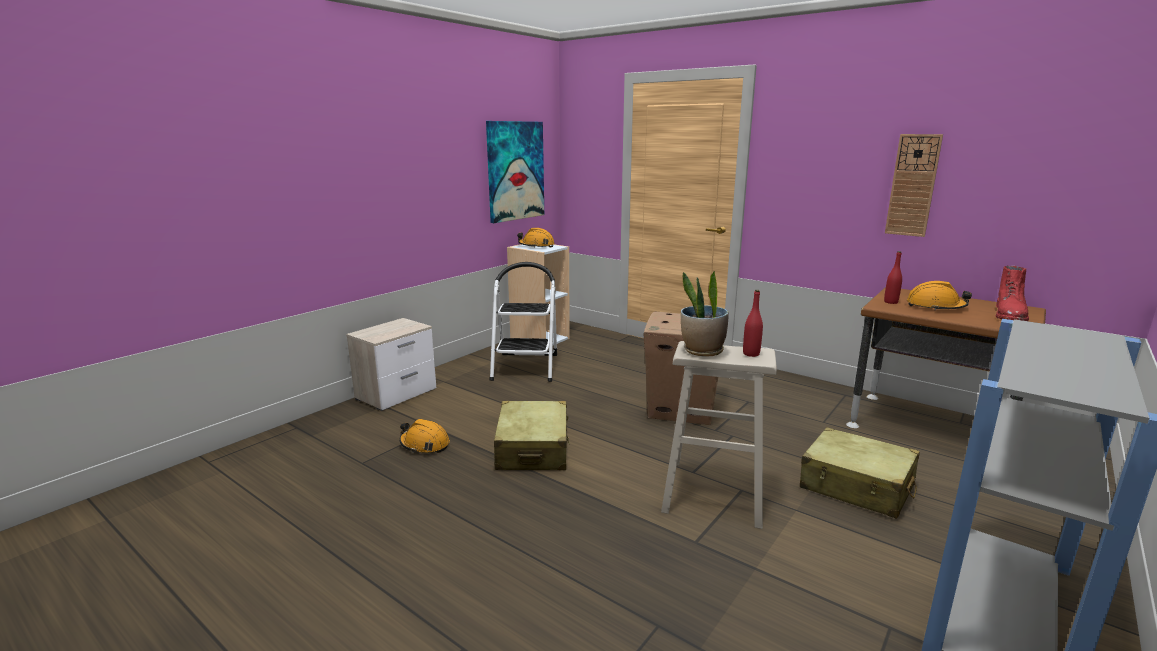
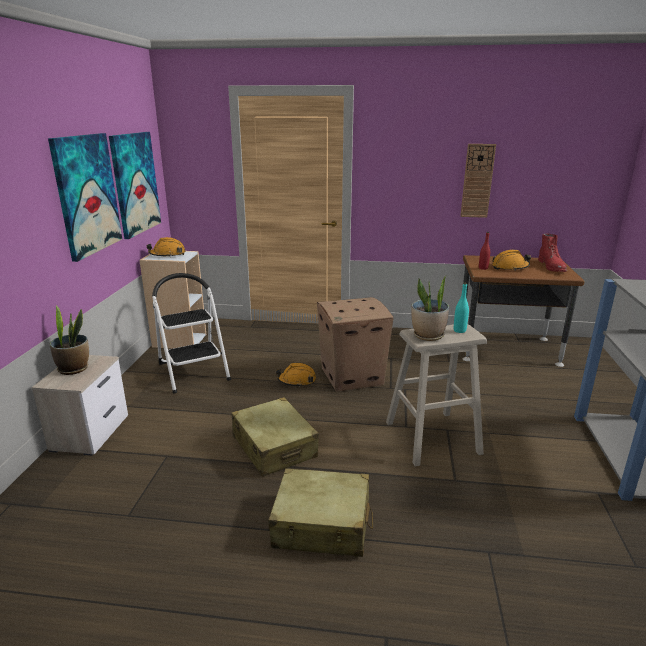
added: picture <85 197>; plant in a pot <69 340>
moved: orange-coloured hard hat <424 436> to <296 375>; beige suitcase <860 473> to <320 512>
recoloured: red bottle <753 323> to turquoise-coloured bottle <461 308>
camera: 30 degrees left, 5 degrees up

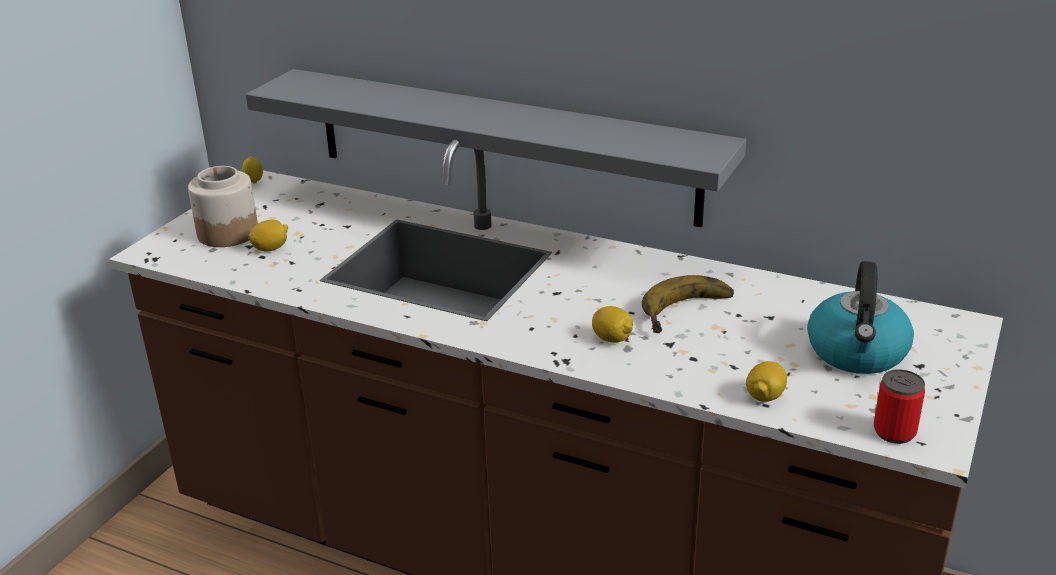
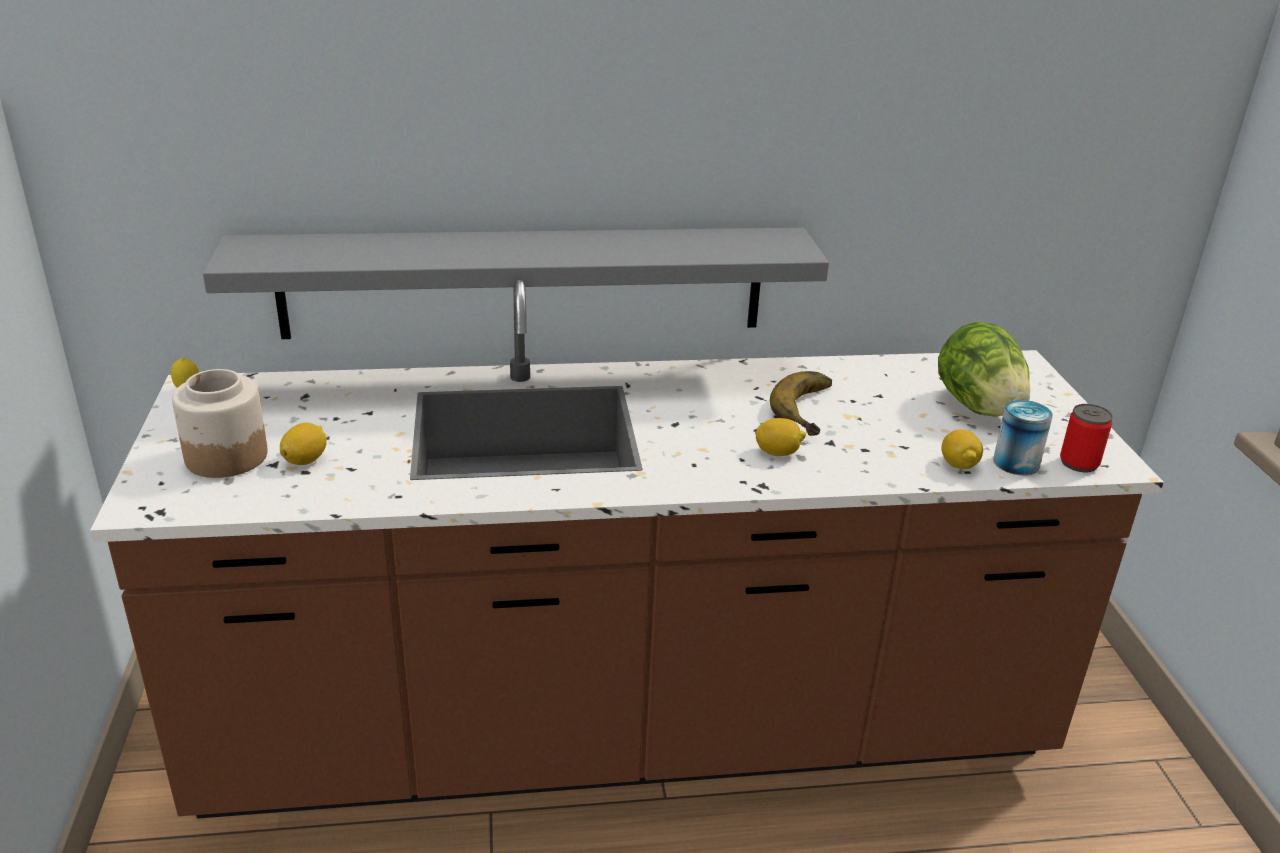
added: metal can <1023 437>
replaced: tea kettle <860 317> to lettuce <984 369>
camera: 35 degrees left, 0 degrees up

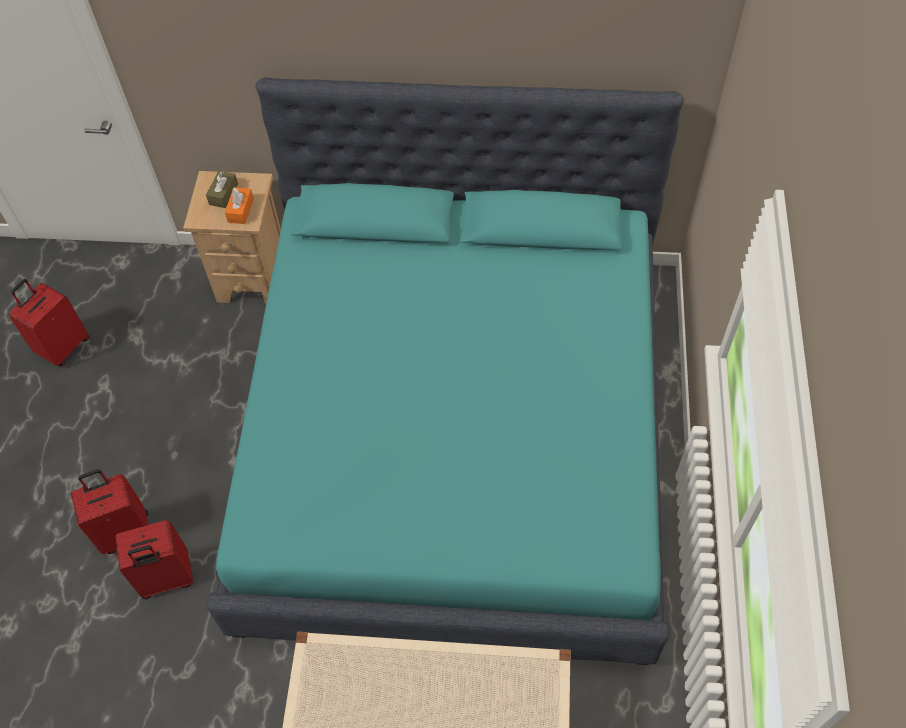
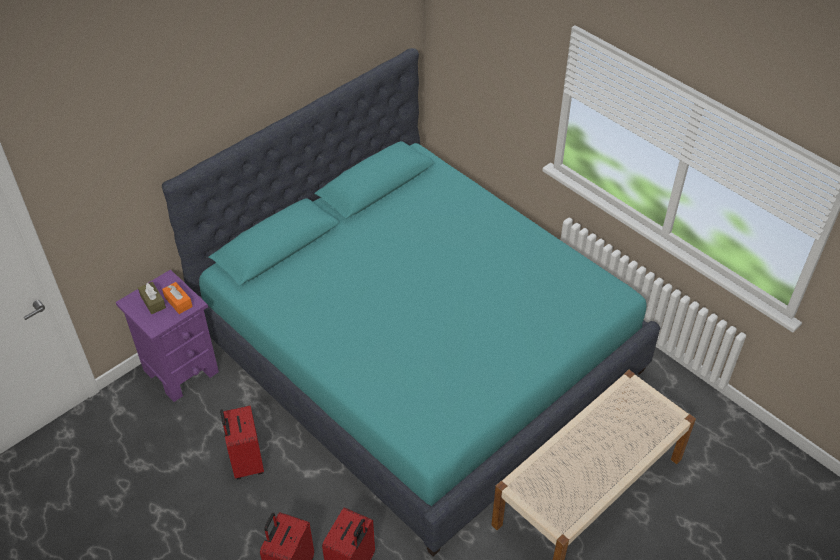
moved: red suitcase <49 322> to <242 442>
recoloured: beige nightstand <232 237> to purple-coloured nightstand <167 335>
camera: 50 degrees left, 10 degrees down

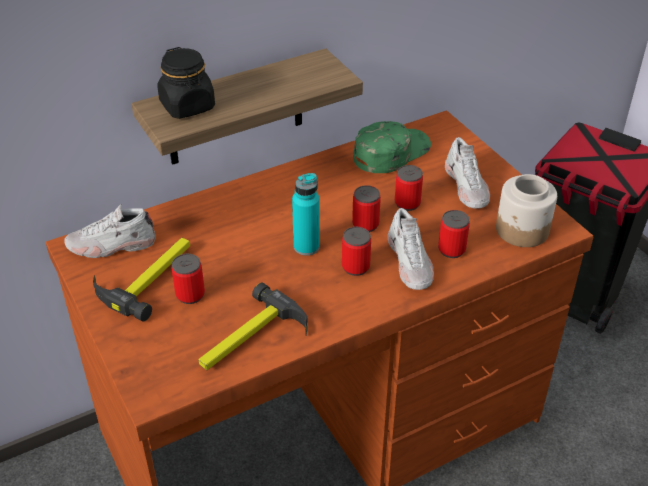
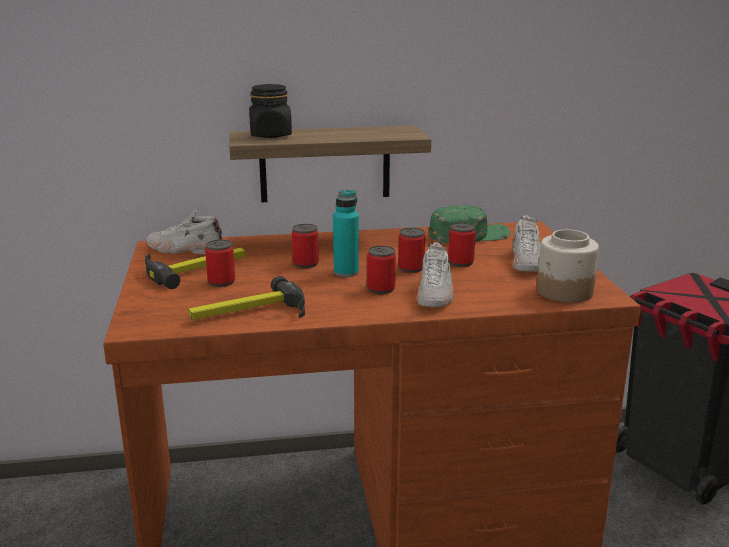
moved: metal can <454 234> to <305 246>
camera: 20 degrees right, 20 degrees down

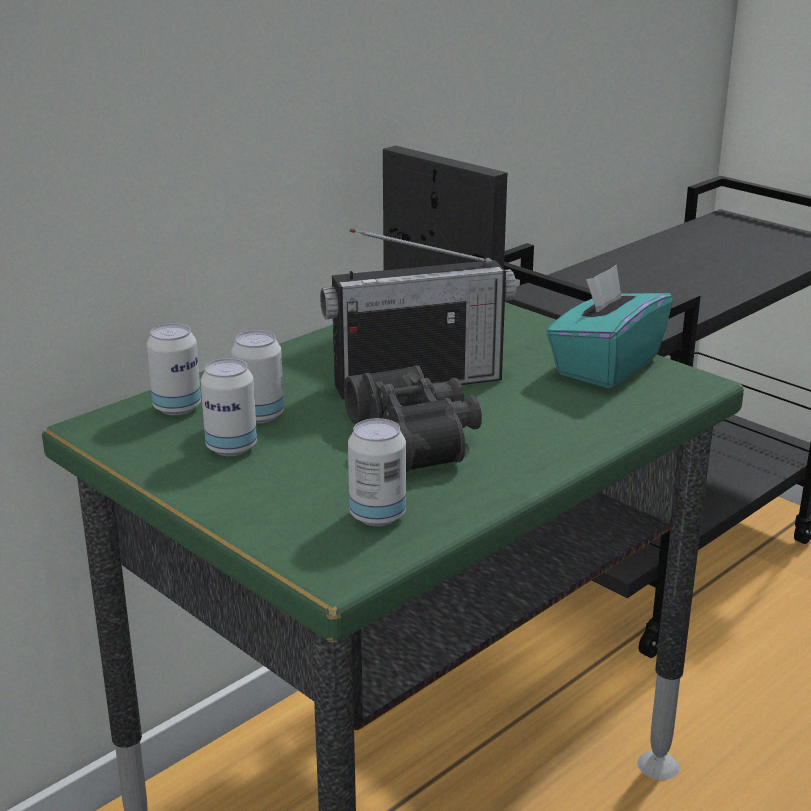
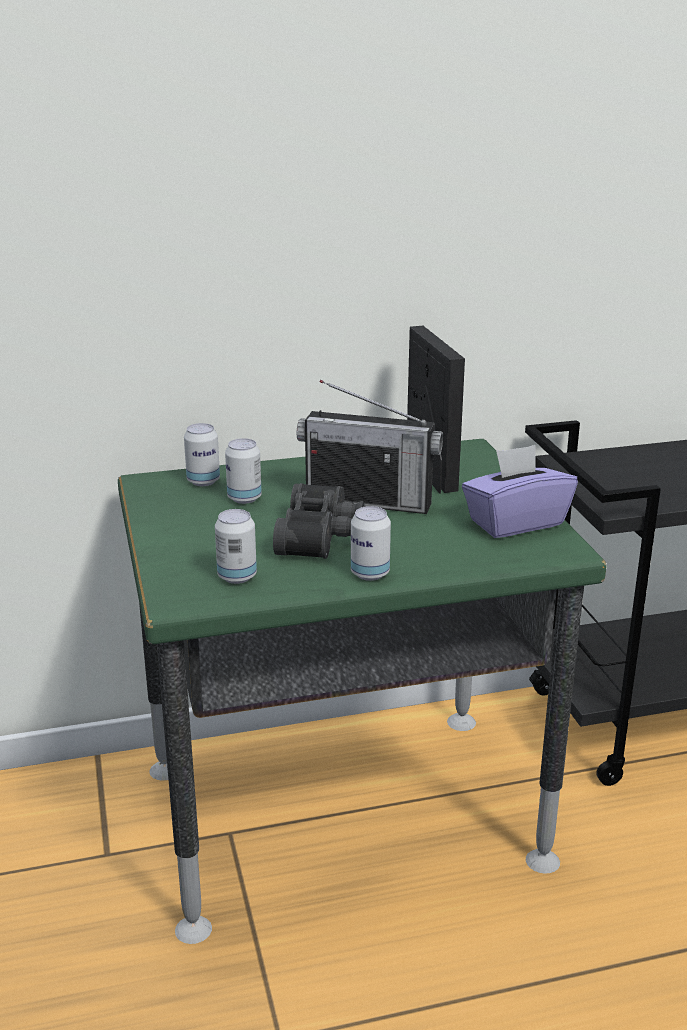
moved: metal can <228 407> to <371 543>
recoloured: turquoise-coloured tissue holder <609 326> to purple-coloured tissue holder <520 491>
camera: 30 degrees right, 0 degrees up

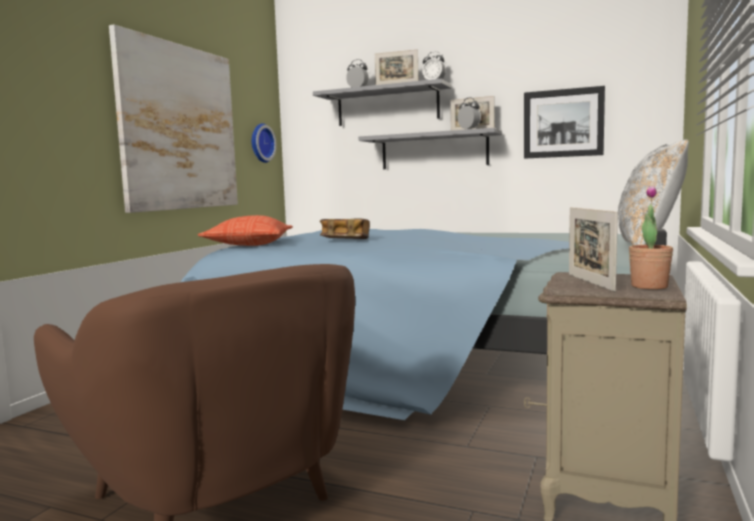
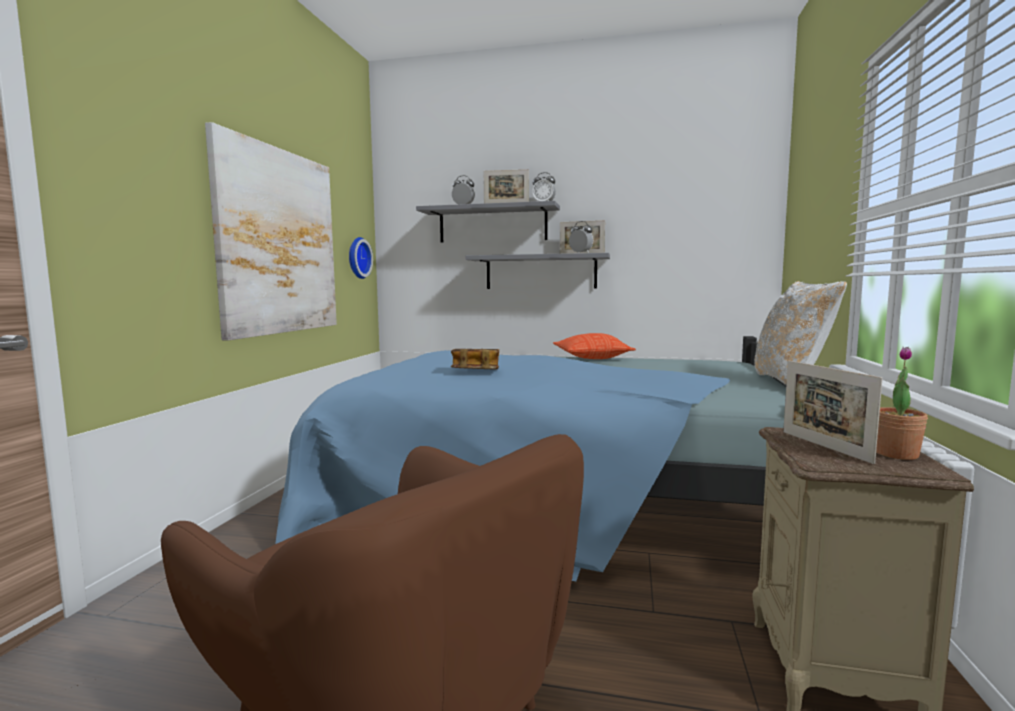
removed: picture <564 122>
moved: orange-coloured pillow <245 230> to <594 346>
camera: 10 degrees left, 0 degrees up

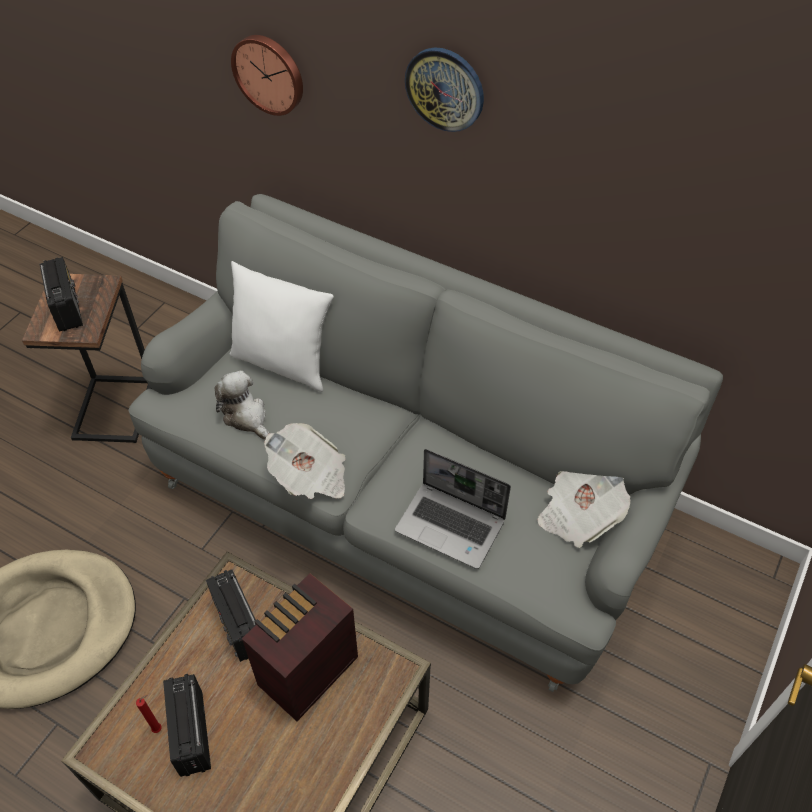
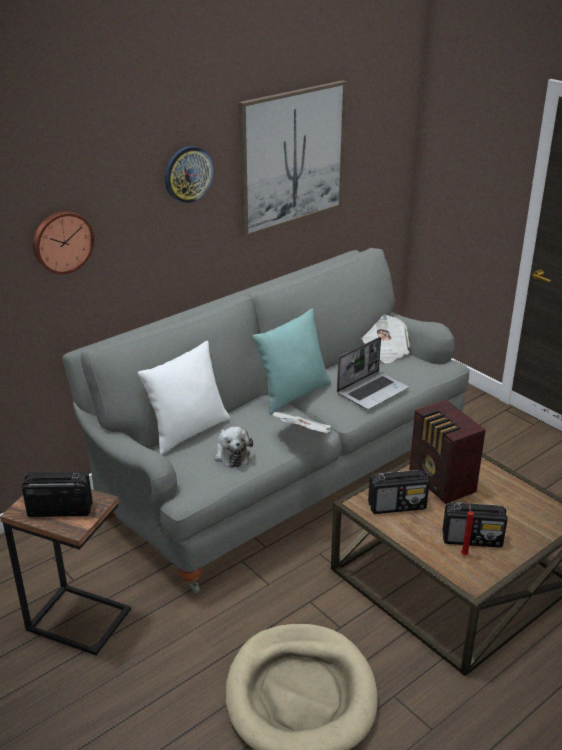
added: picture <293 158>; turquoise-coloured pillow <291 361>
turned: soft toy <242 405> = <233 447> 90 degrees counterclockwise
camera: 70 degrees left, 20 degrees down

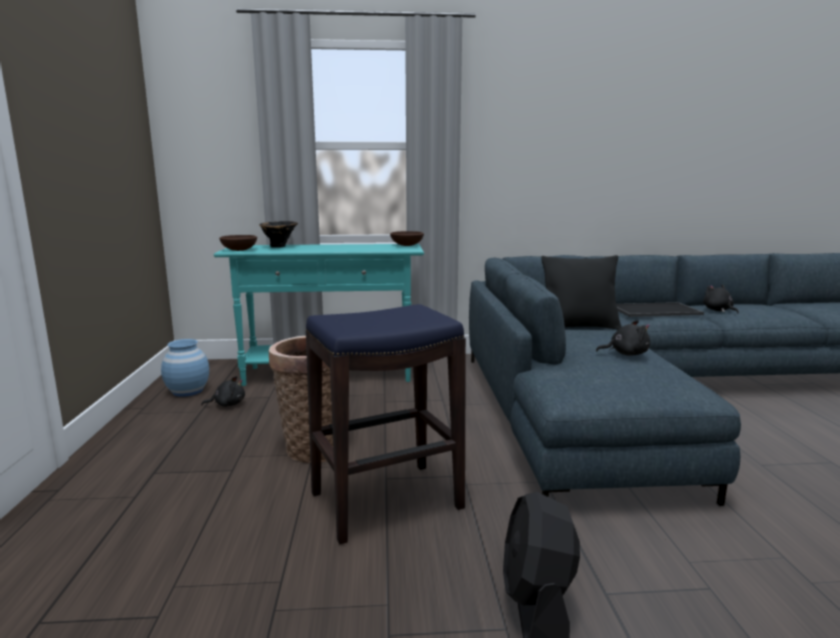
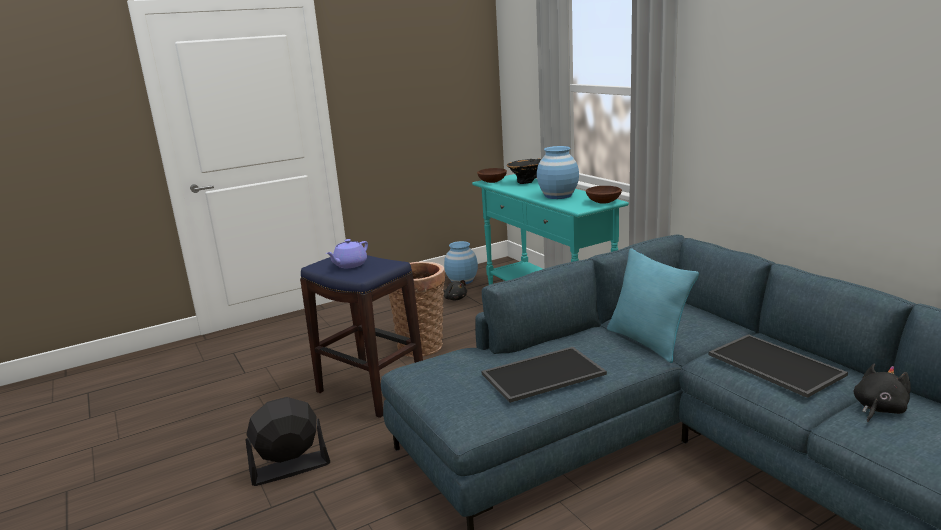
added: purple-coloured tea pot <347 253>; blue decorative vase <558 172>
replaced: black-coloured soft toy <623 338> to carrying tray <544 375>
recoloured: black-coloured pillow <581 292> to turquoise-coloured pillow <653 305>
camera: 65 degrees right, 5 degrees up

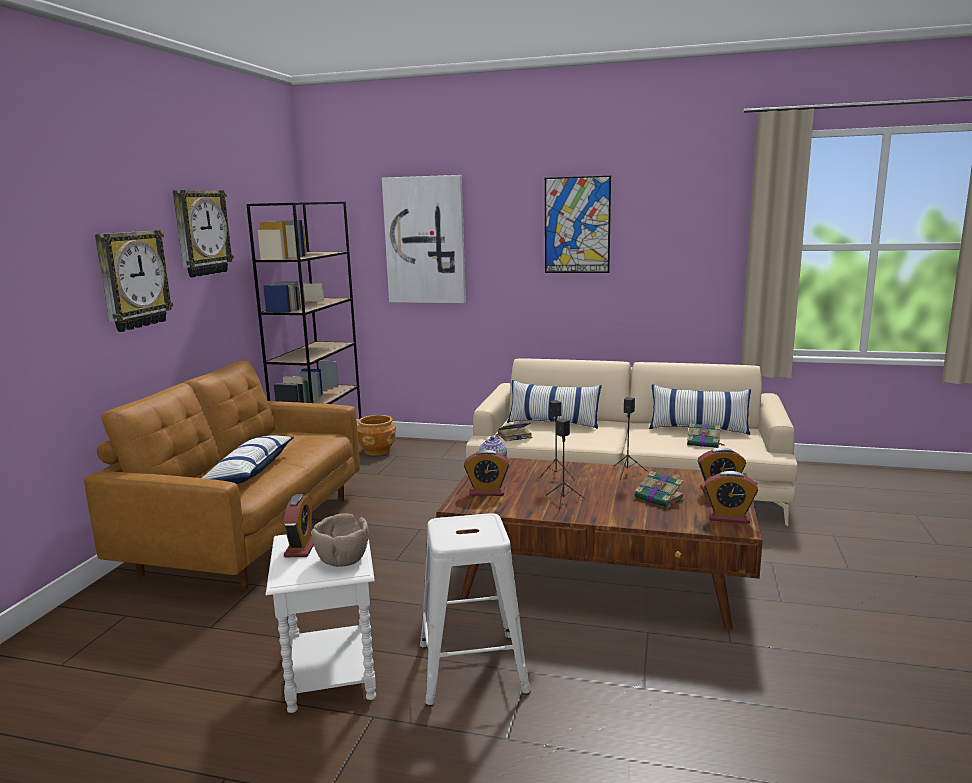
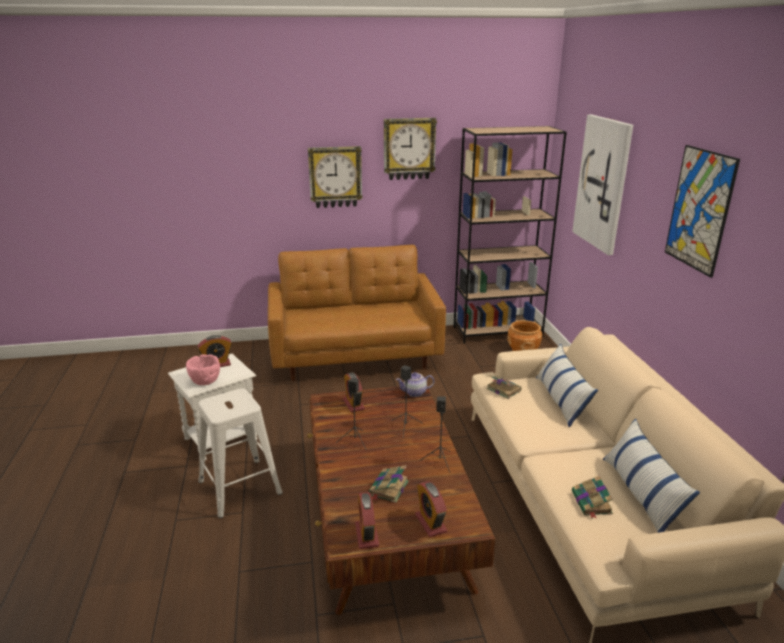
removed: pillow <248 459>
recoloured: brown-coloured serving bowl <340 540> to pink-coloured serving bowl <203 369>
camera: 65 degrees right, 10 degrees up

